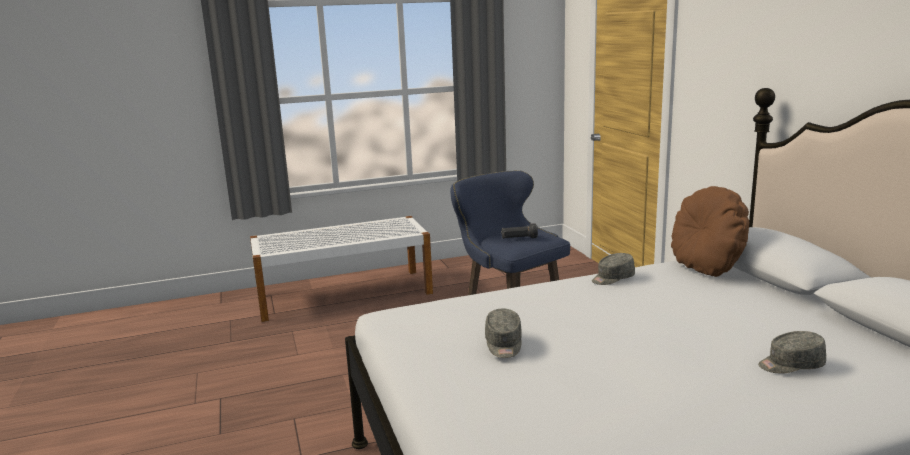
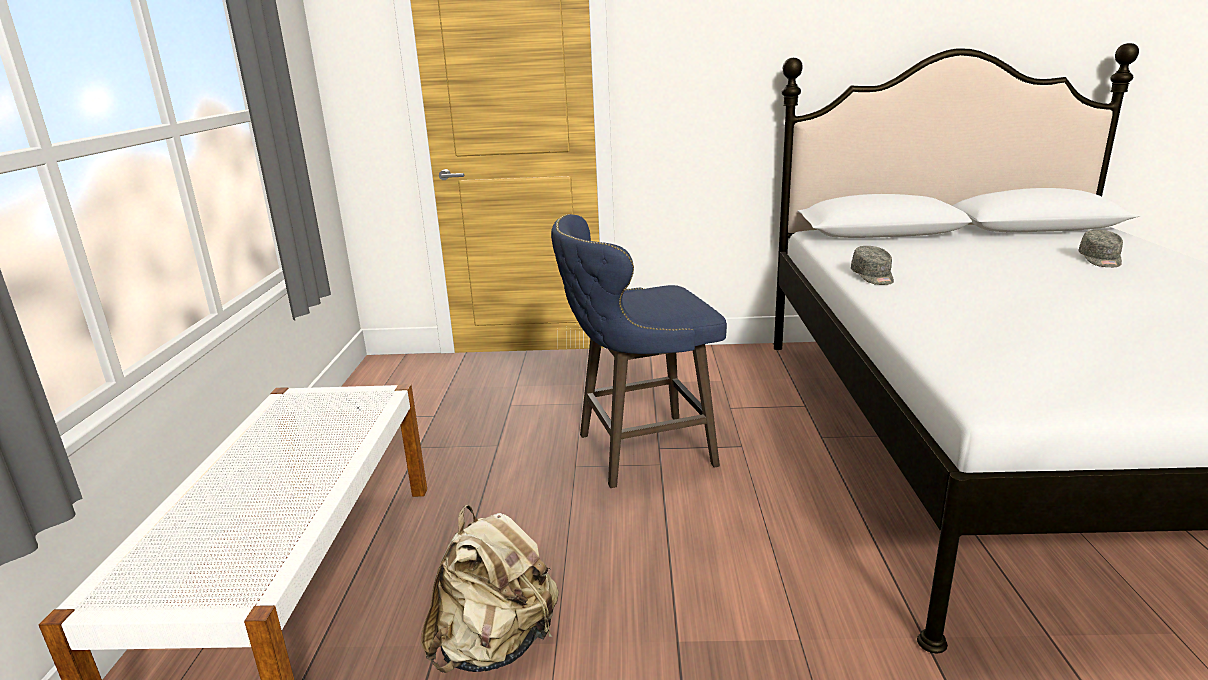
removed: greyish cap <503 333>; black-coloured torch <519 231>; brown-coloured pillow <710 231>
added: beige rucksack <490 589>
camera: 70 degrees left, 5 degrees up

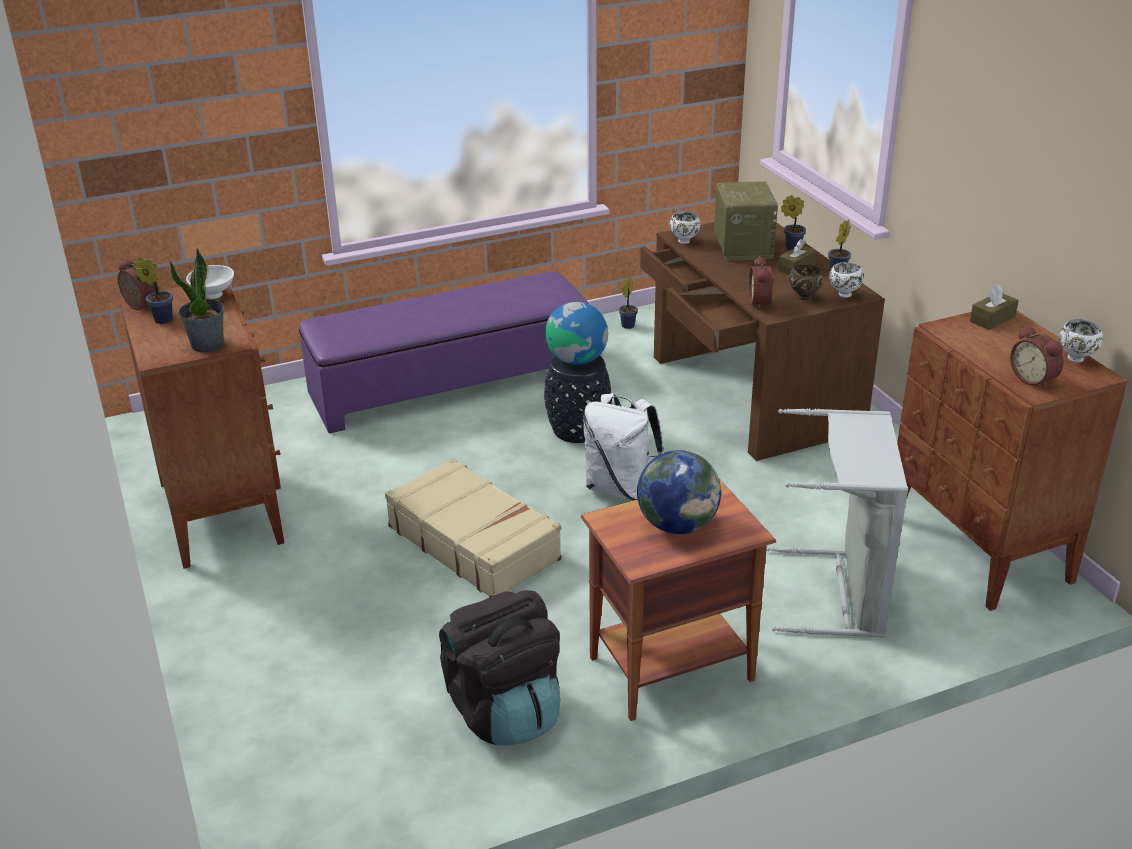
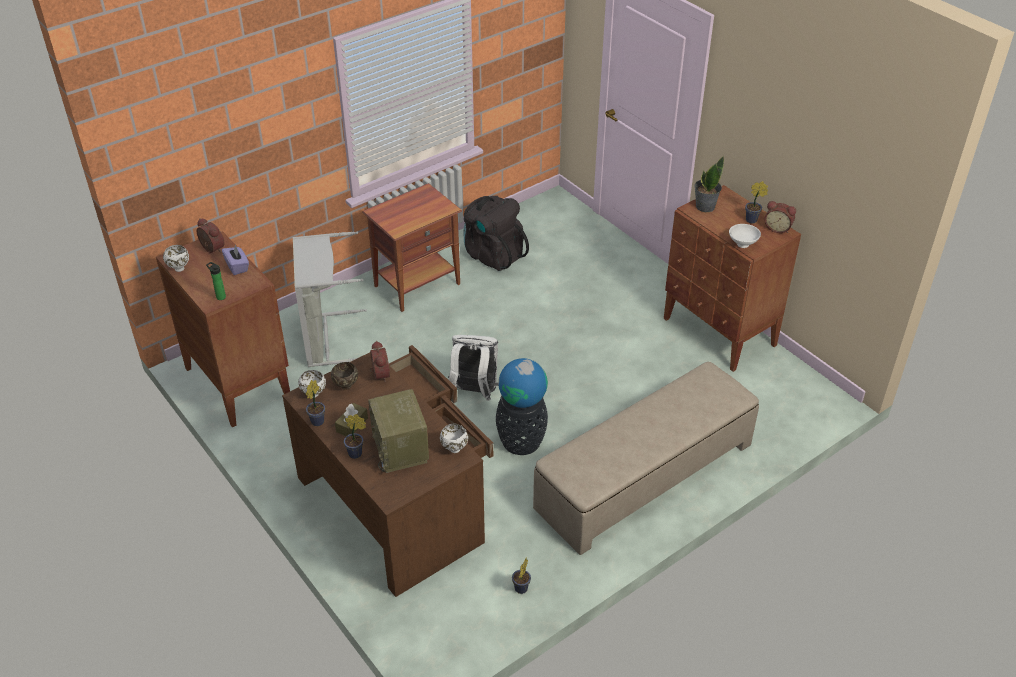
removed: beige suitcase <473 527>; globe <679 492>
added: purple-coloured tissue holder <235 260>
replaced: brown-coloured tissue holder <994 307> to bottle <216 281>
recoloured: purple-coloured bench <444 352> to beige bench <646 458>
camera: 165 degrees right, 10 degrees up

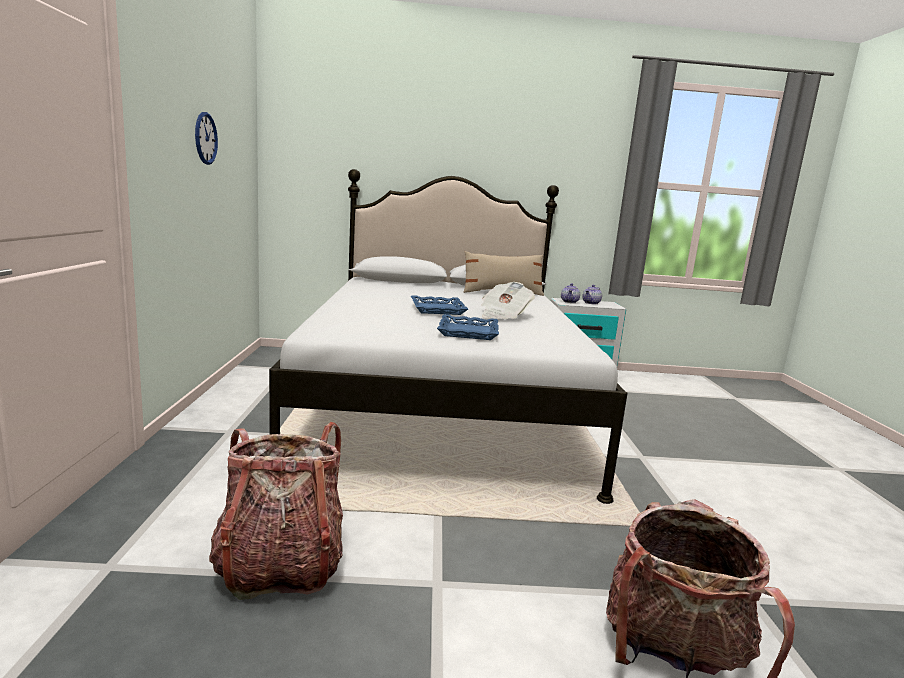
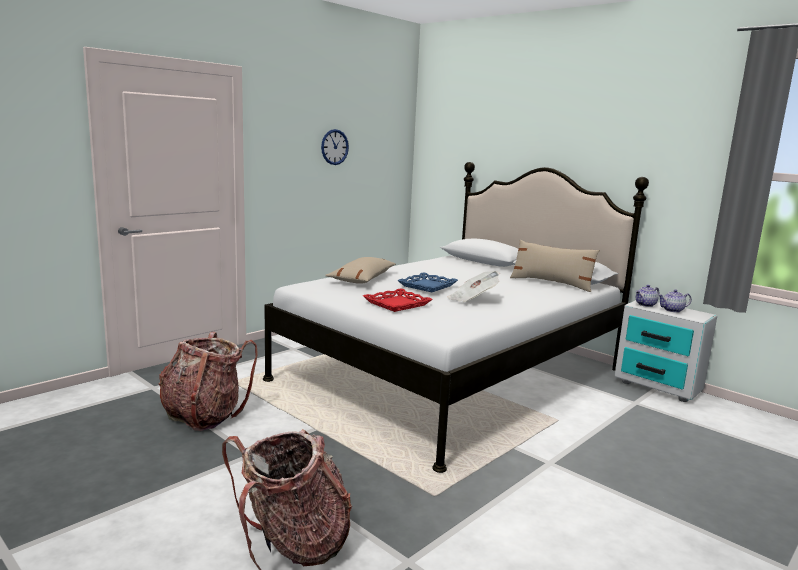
added: beige pillow <360 270>
recoloured: blue carrying tray <468 327> to red carrying tray <398 300>
camera: 45 degrees right, 0 degrees up

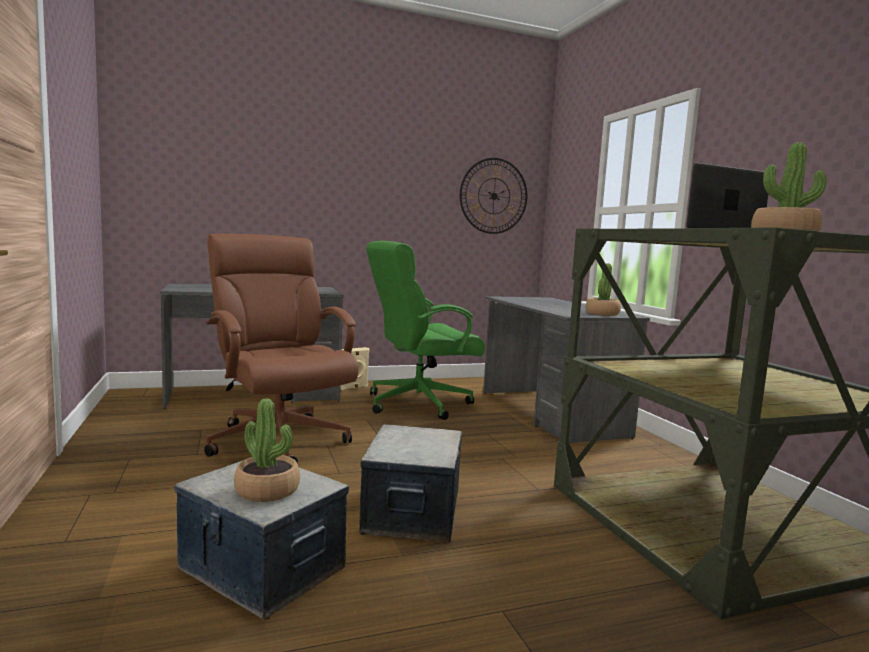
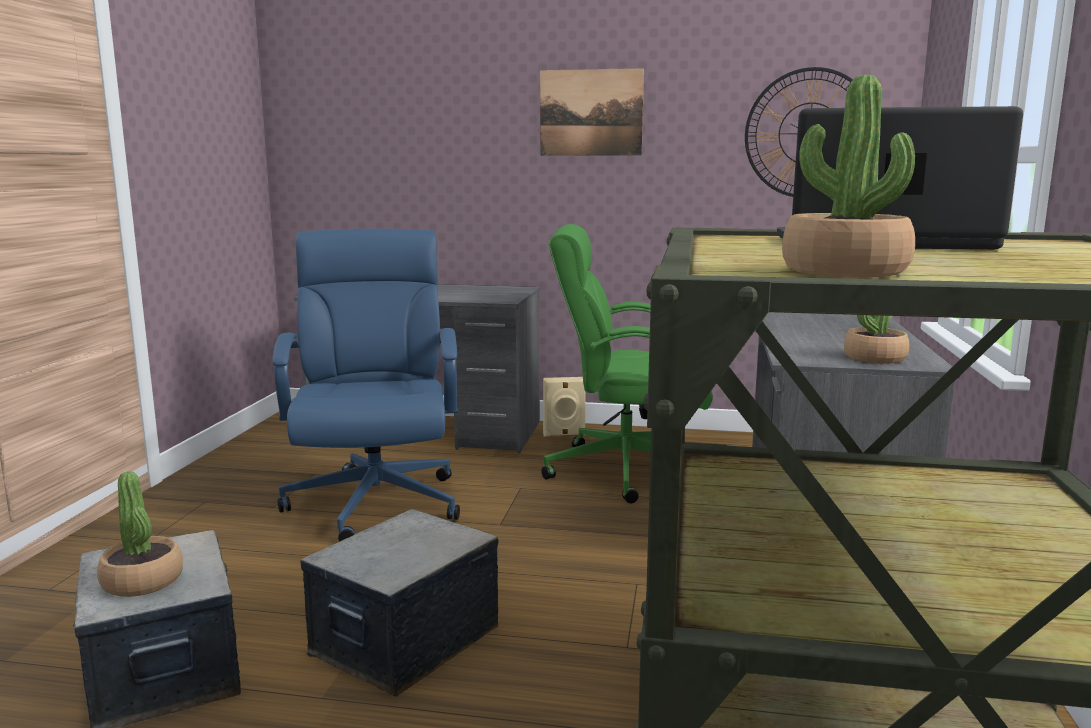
added: picture <592 112>
recoloured: brown-coloured office chair <281 348> to blue office chair <366 385>
camera: 30 degrees right, 5 degrees up

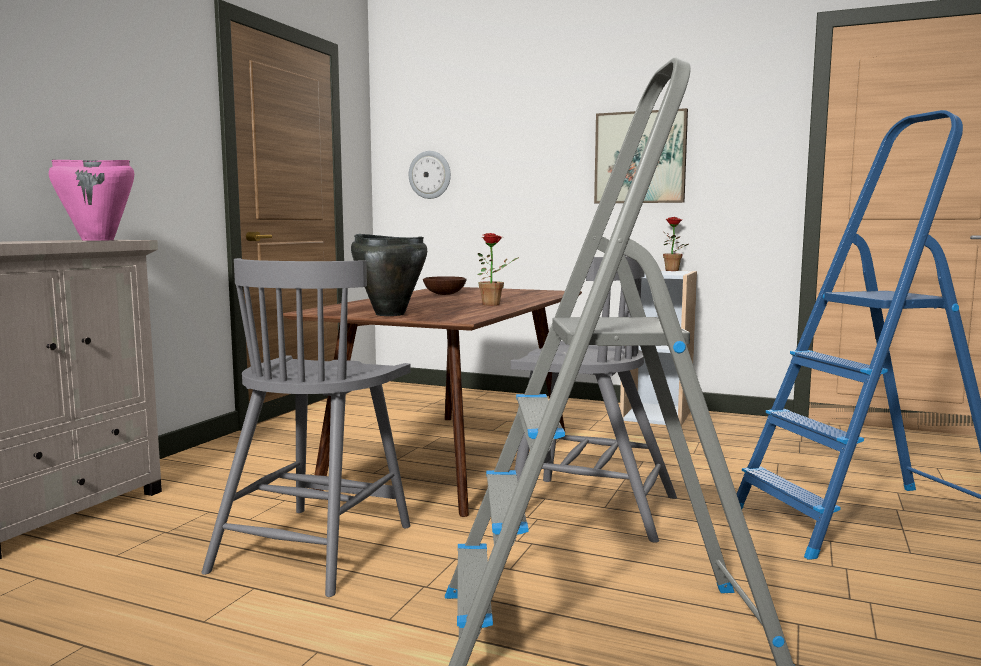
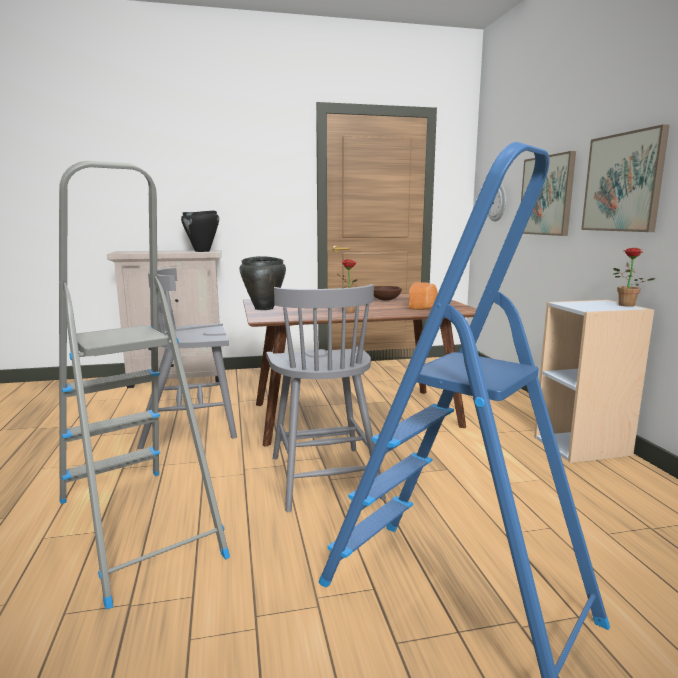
added: bread <423 296>; picture <548 193>
recoloured: pink-coloured saucepot <91 200> to black-coloured saucepot <200 231>
camera: 55 degrees right, 5 degrees up

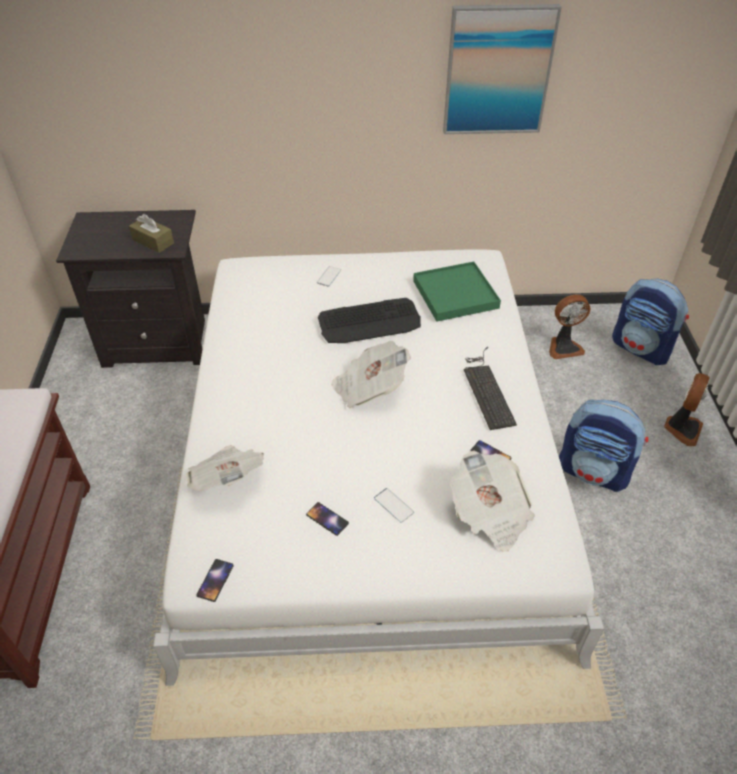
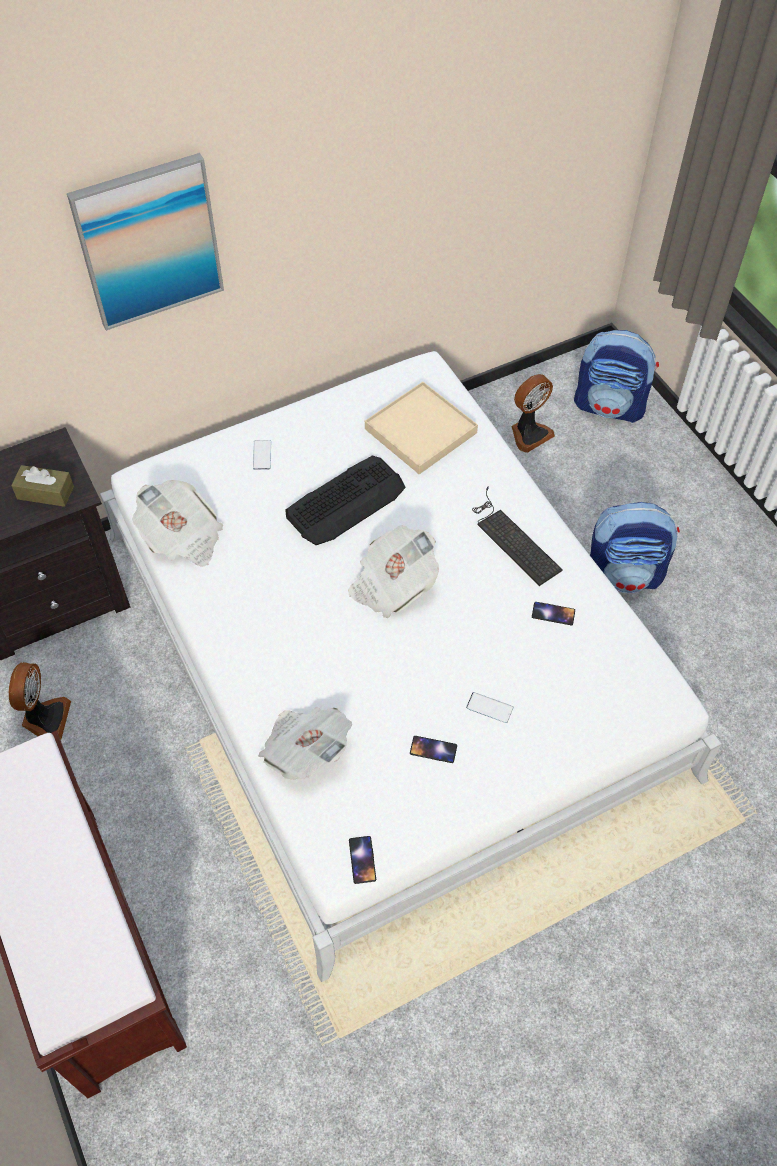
moved: picture <502 69> to <145 242>; newspaper <492 501> to <177 523>; cooling fan <687 409> to <40 701>
recoloured: green carrying tray <457 292> to beige carrying tray <421 428>
camera: 25 degrees left, 10 degrees up

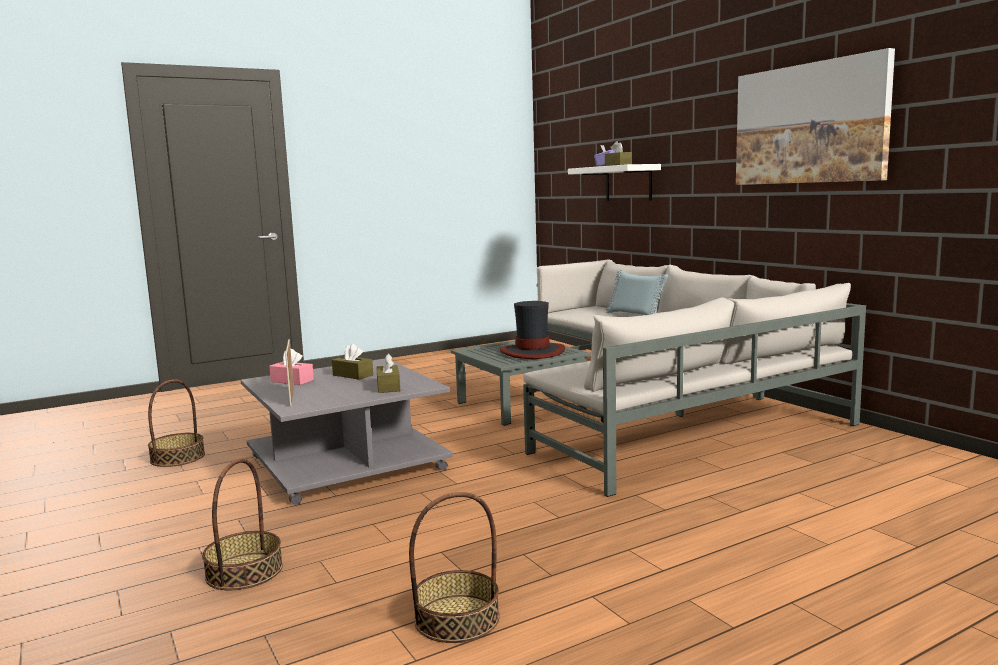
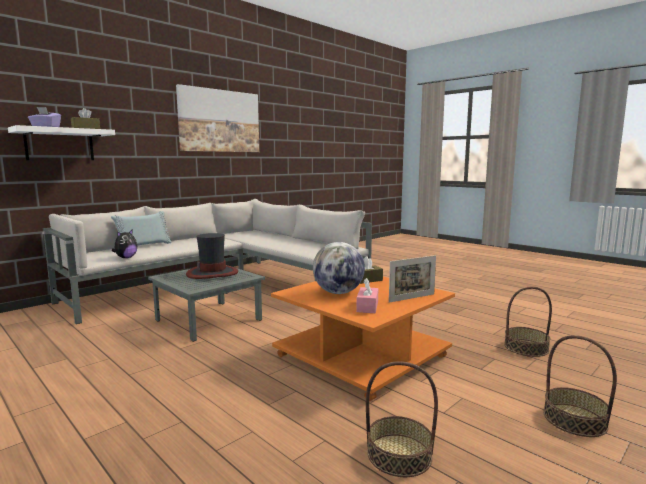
added: soft toy <124 244>
moved: storage basket <454 567> to <580 386>
replaced: brown-coloured tissue holder <352 362> to globe <339 268>
recoloured: greyish low table <347 431> to orange-coloured low table <363 339>
camera: 105 degrees left, 0 degrees up

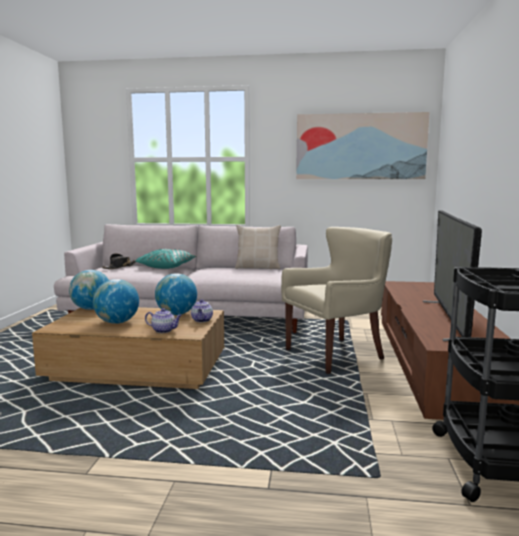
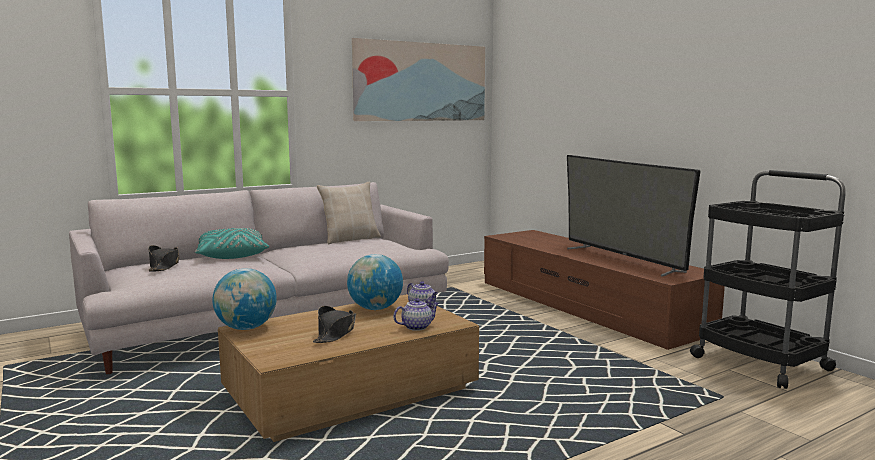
removed: beige easy chair <336 300>
replaced: globe <116 301> to black-coloured hat <334 324>
camera: 40 degrees left, 0 degrees up

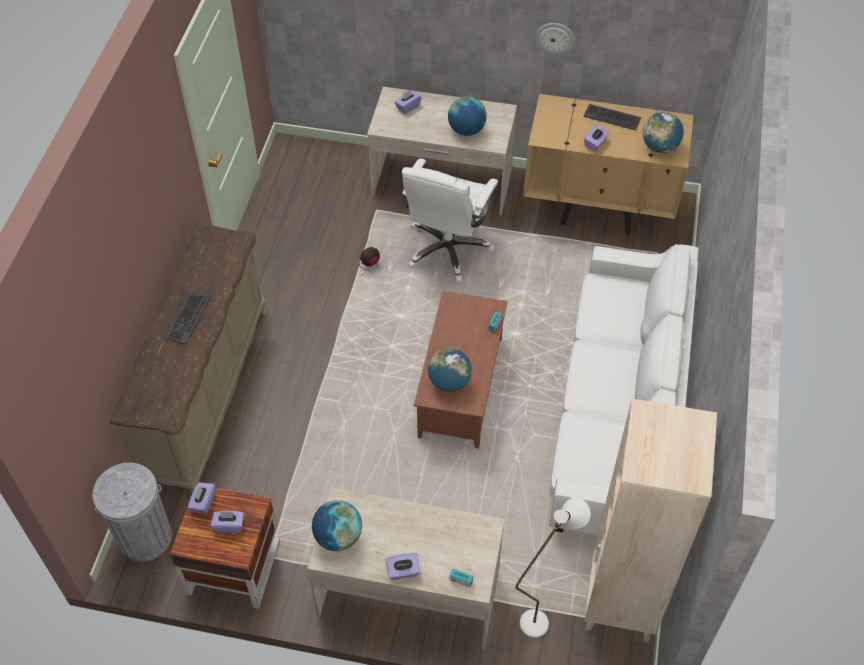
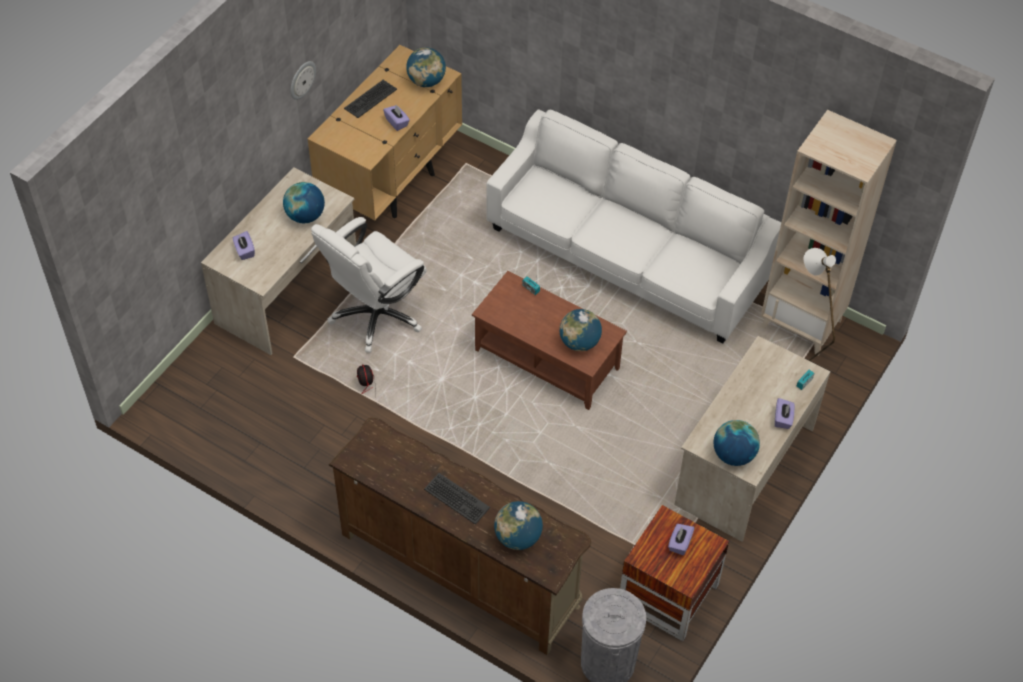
removed: purple-coloured tissue holder <201 498>
added: globe <518 525>
turned: white-coloured office chair <450 220> = <369 285> 90 degrees clockwise
camera: 70 degrees left, 0 degrees up

